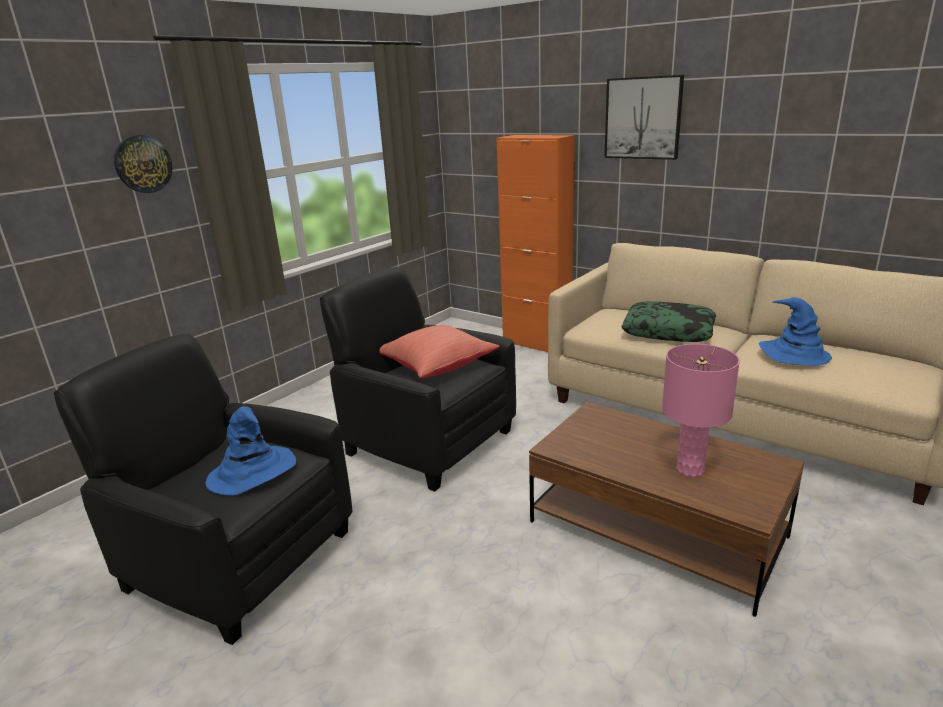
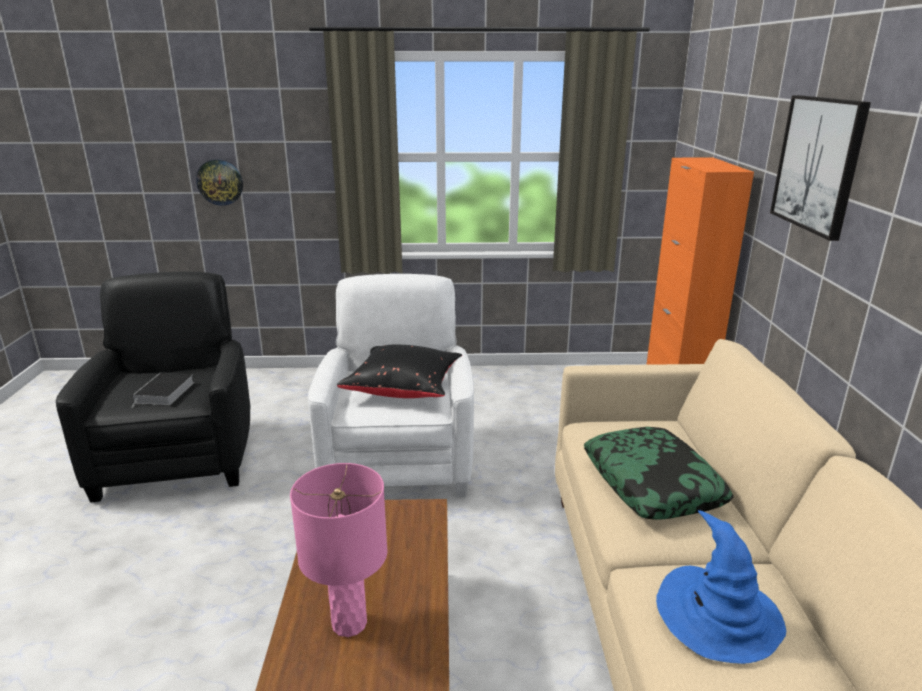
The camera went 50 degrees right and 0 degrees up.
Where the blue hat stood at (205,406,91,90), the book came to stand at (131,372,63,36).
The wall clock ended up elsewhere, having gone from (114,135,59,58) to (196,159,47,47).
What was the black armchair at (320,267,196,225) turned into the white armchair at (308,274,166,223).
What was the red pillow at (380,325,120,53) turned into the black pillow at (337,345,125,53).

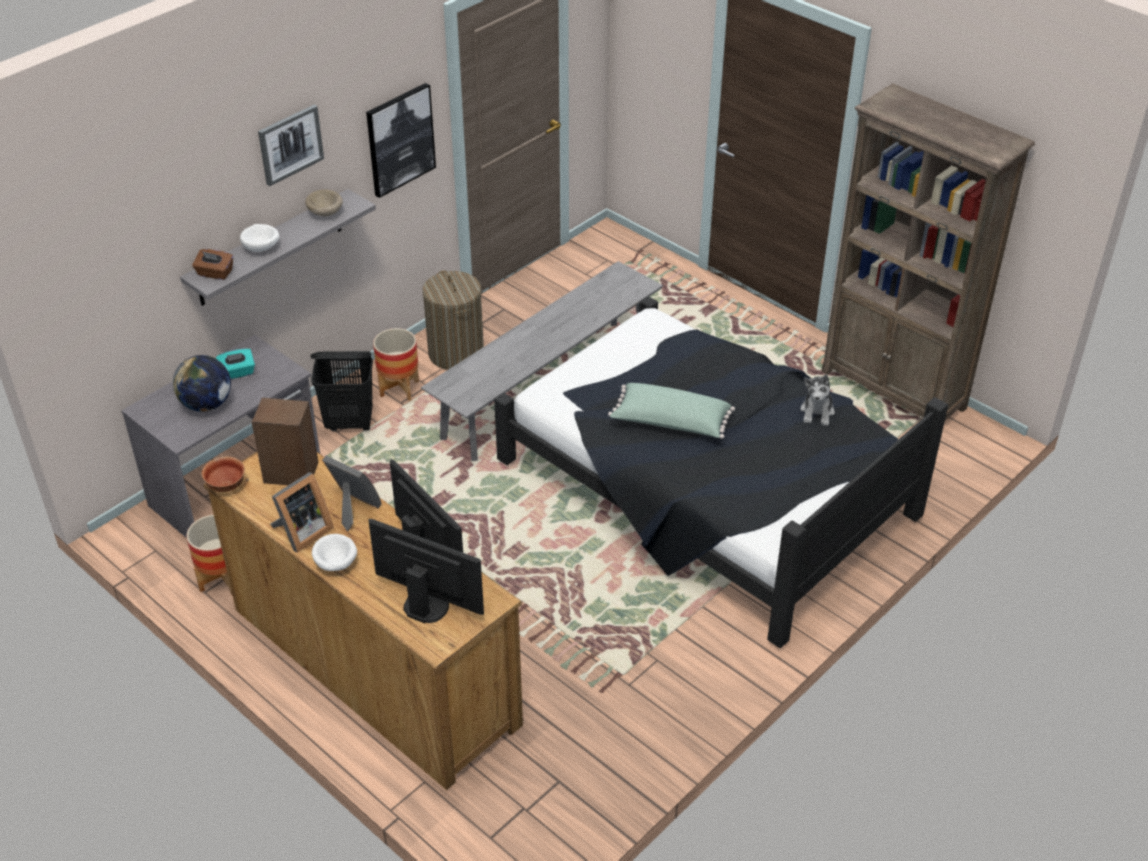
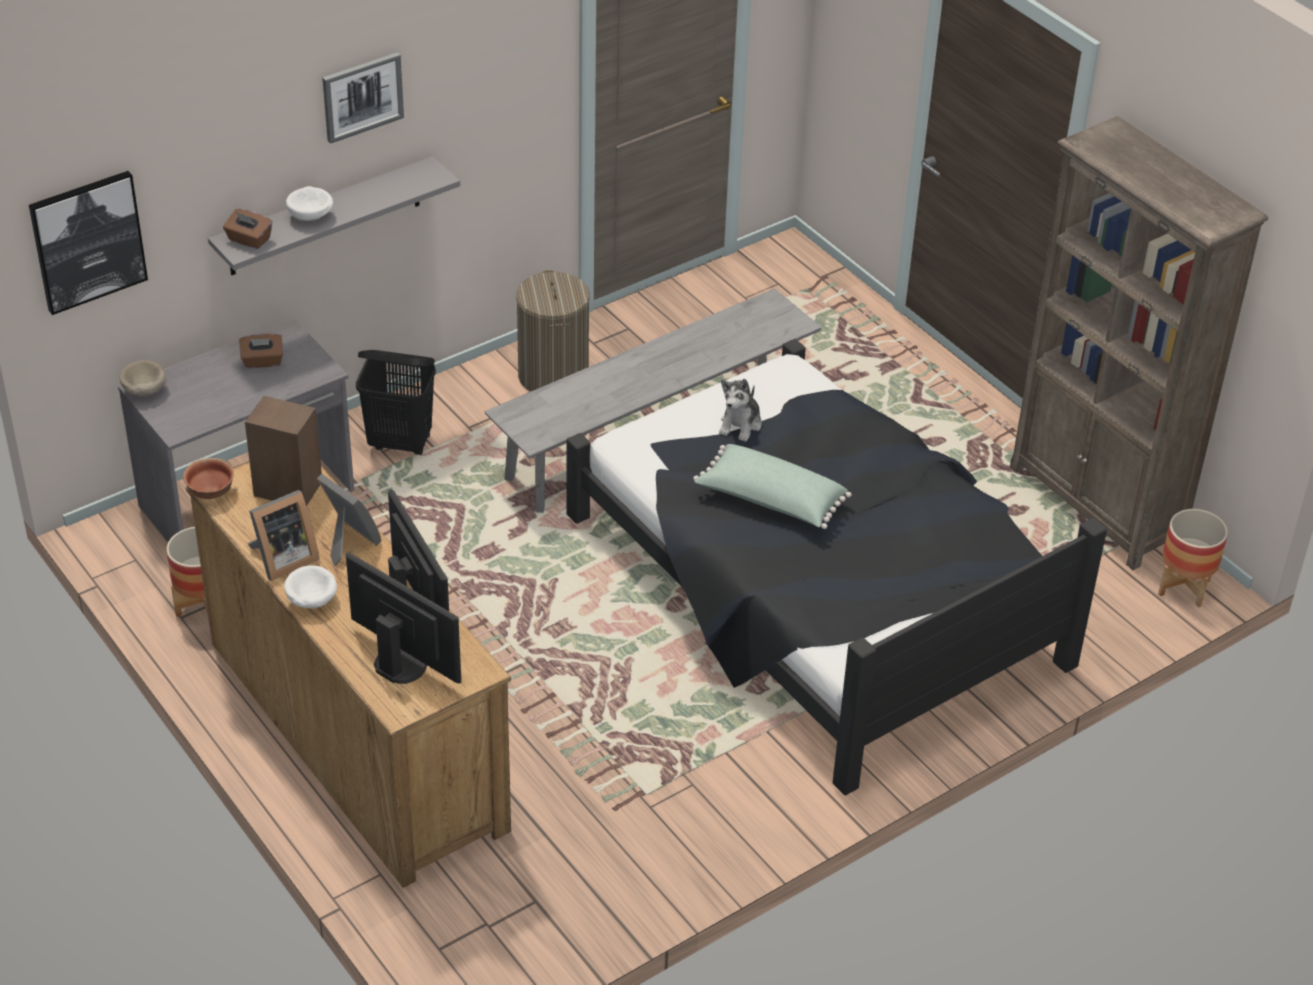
The camera went 10 degrees right and 0 degrees up.
The picture ended up elsewhere, having gone from (366,83,70,115) to (29,171,119,144).
The beige bowl ended up elsewhere, having gone from (305,189,38,28) to (119,360,47,36).
What was the turquoise tissue box at (216,349,39,30) turned into the brown tissue box at (239,334,44,34).
The plush toy ended up elsewhere, having gone from (800,375,35,51) to (719,379,43,63).
The planter ended up elsewhere, having gone from (373,328,46,73) to (1158,509,70,99).
The second view lost the globe at (173,355,58,57).

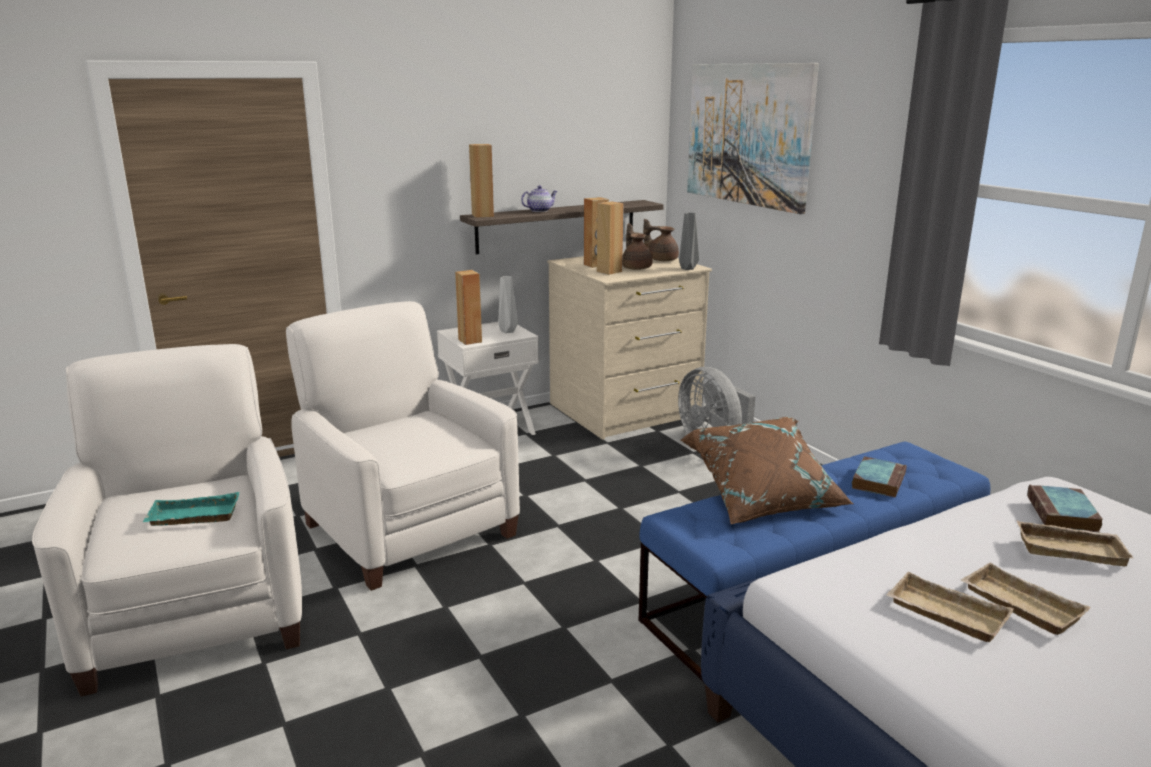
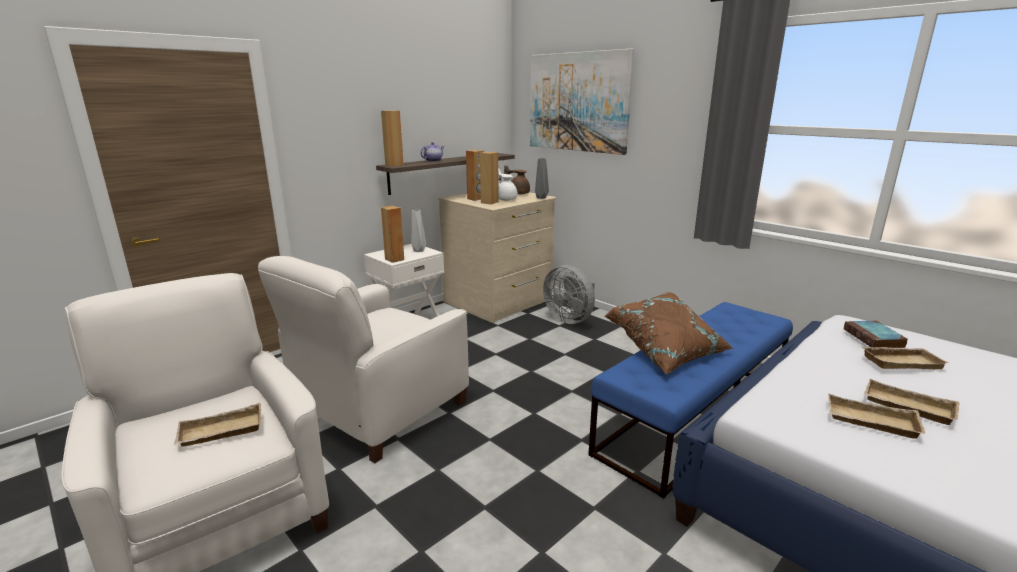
The camera went 15 degrees left and 0 degrees up.
What was the turquoise tray at (143,492,96,34) turned into the beige tray at (174,403,88,44).
The white armchair at (286,301,234,290) ended up facing another way, 90 degrees counterclockwise from before.
What was the brown teapot at (622,223,31,47) turned into the white teapot at (498,168,20,32).
The second view lost the book at (852,456,55,42).

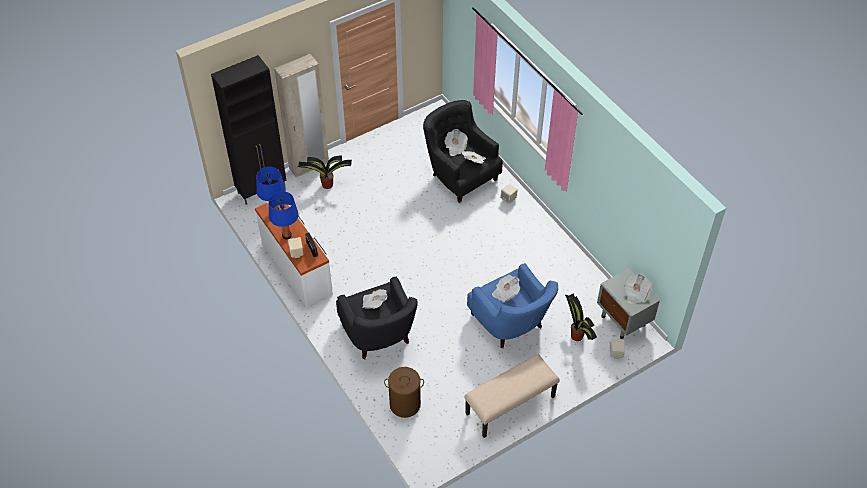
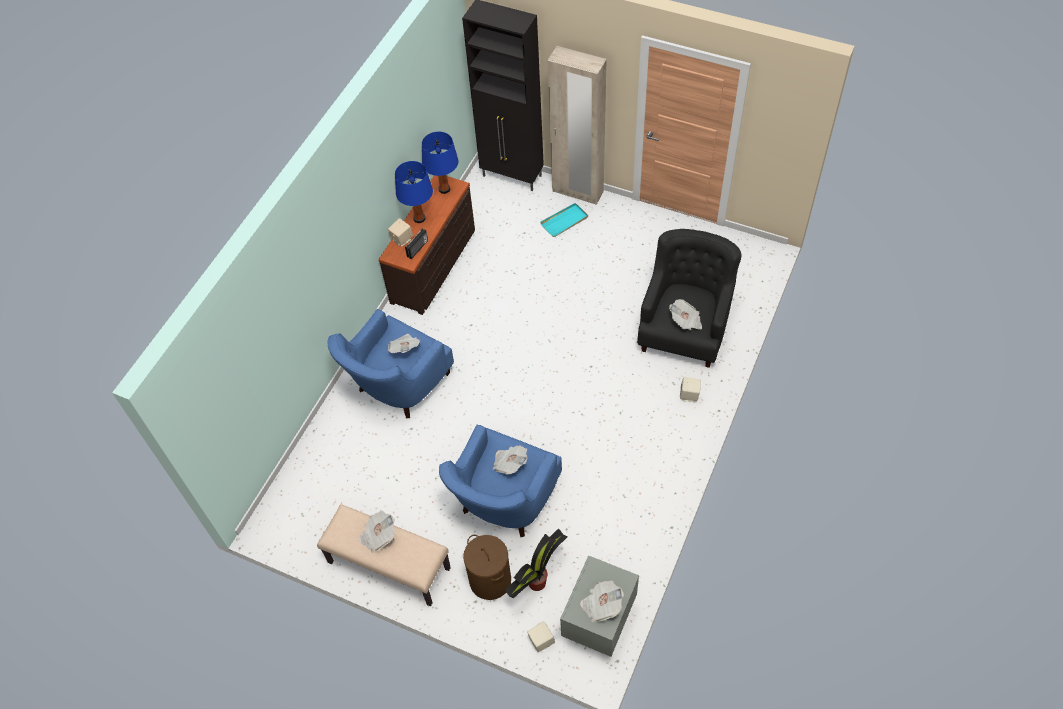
The camera went 60 degrees right and 5 degrees up.
What was the black armchair at (336,276,82,83) turned into the blue armchair at (327,309,127,110).
The newspaper ended up elsewhere, having gone from (444,129,24,27) to (358,511,37,42).
What was the white dresser at (255,202,78,106) turned into the brown dresser at (378,175,97,140).
The brown laundry basket ended up elsewhere, having gone from (384,367,40,51) to (463,535,48,65).
Where the potted plant stood at (298,155,54,34), the turquoise tray came to stand at (540,203,48,34).

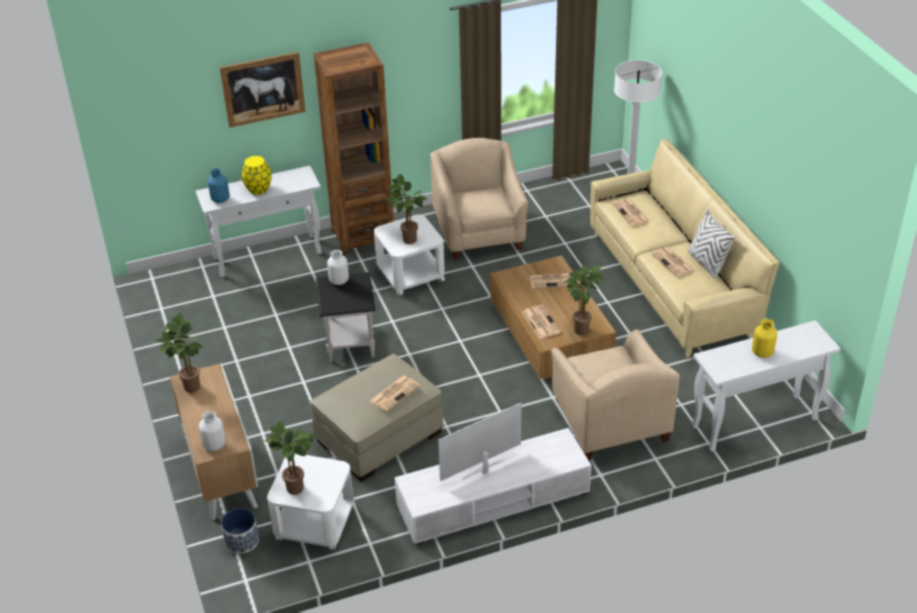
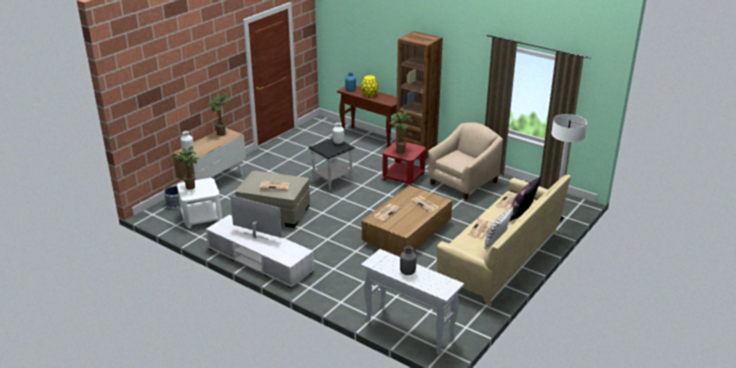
The camera went 55 degrees right and 10 degrees down.
What was the white console table at (196,166,126,111) turned into the brown console table at (337,85,60,63).
What was the white side table at (374,214,71,82) turned into the red side table at (382,141,44,45).
What was the yellow vase at (752,319,25,39) turned into the grey vase at (400,246,16,29).
The second view gained the pillow at (510,176,31,45).
The second view lost the picture at (220,52,86,76).
The second view lost the beige armchair at (551,329,129,132).
The second view lost the potted plant at (564,265,40,70).

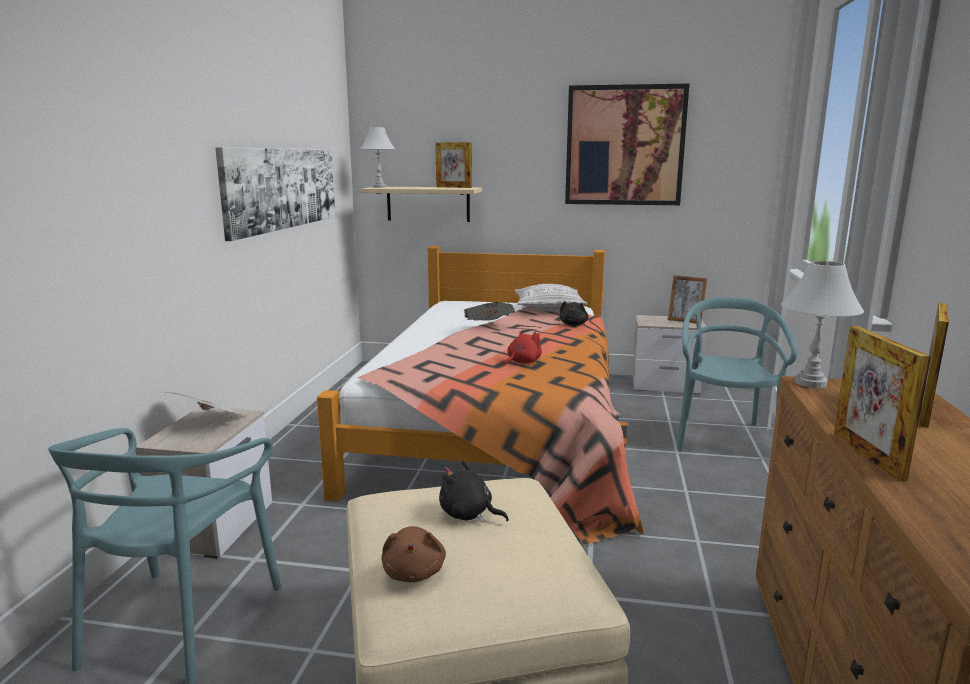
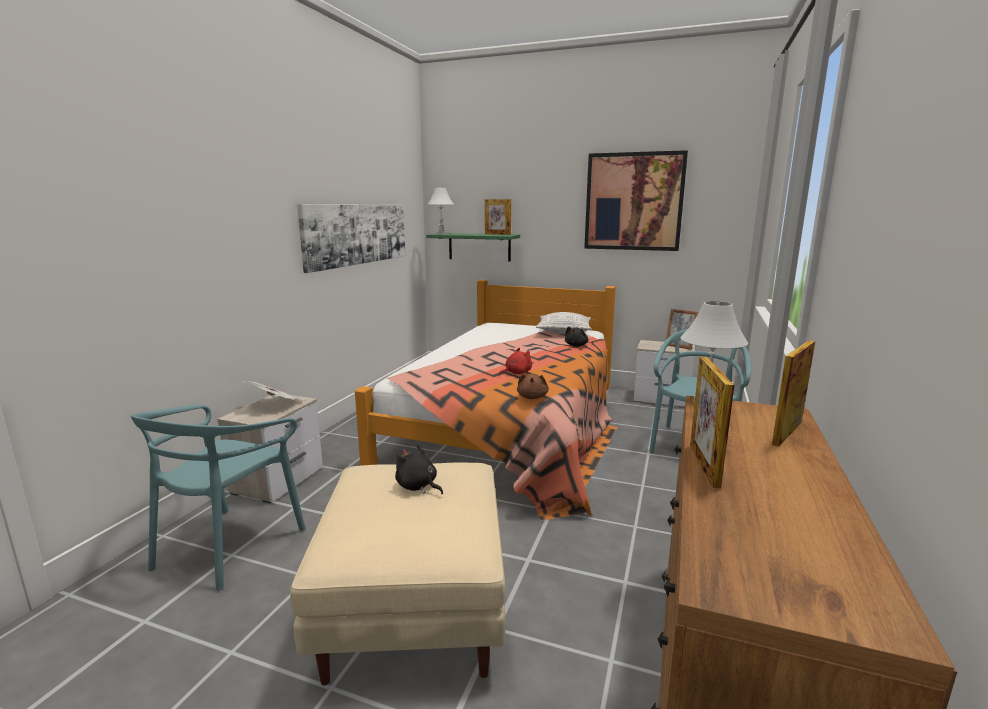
The camera went 10 degrees right and 0 degrees up.
What was the beige shelf at (361,187,121,35) turned into the green shelf at (426,233,94,28).
The brown plush toy ended up elsewhere, having gone from (381,526,65,56) to (517,373,32,26).
The second view lost the newspaper at (464,302,51,19).

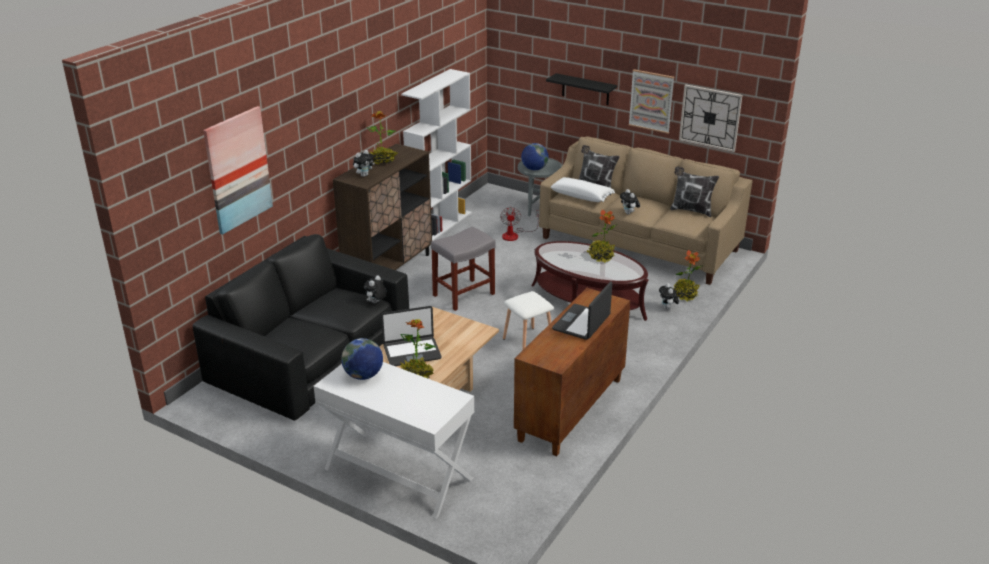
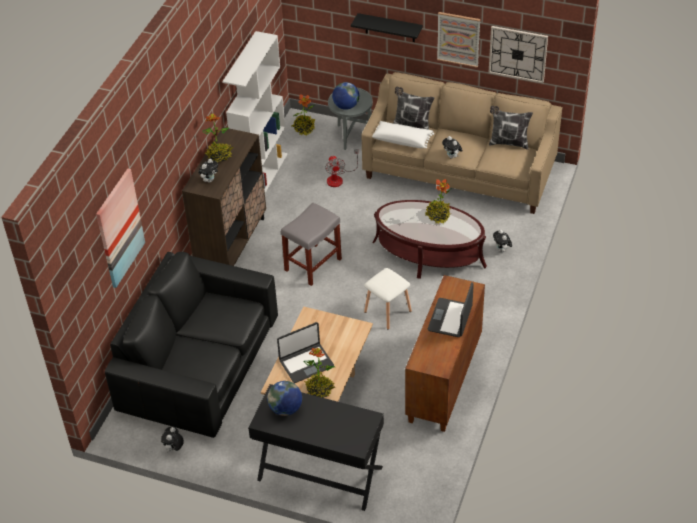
The camera went 10 degrees left and 15 degrees up.
The plush toy ended up elsewhere, having gone from (364,276,23,27) to (161,427,23,26).
What was the white console table at (314,362,160,157) turned into the black console table at (248,384,136,127).
The potted plant ended up elsewhere, having gone from (672,250,31,51) to (292,94,23,41).

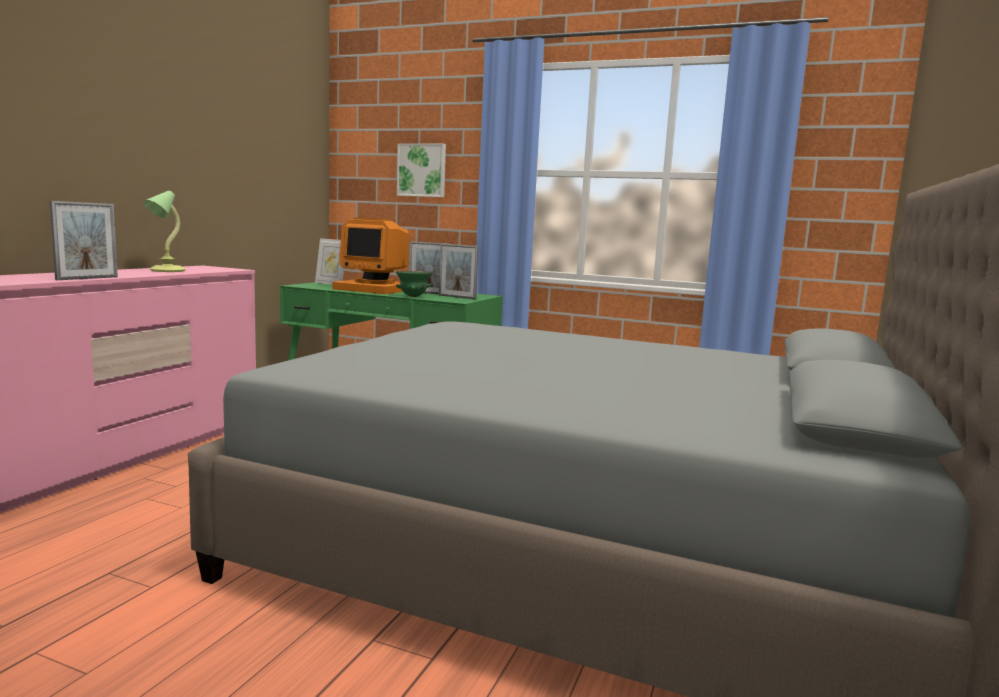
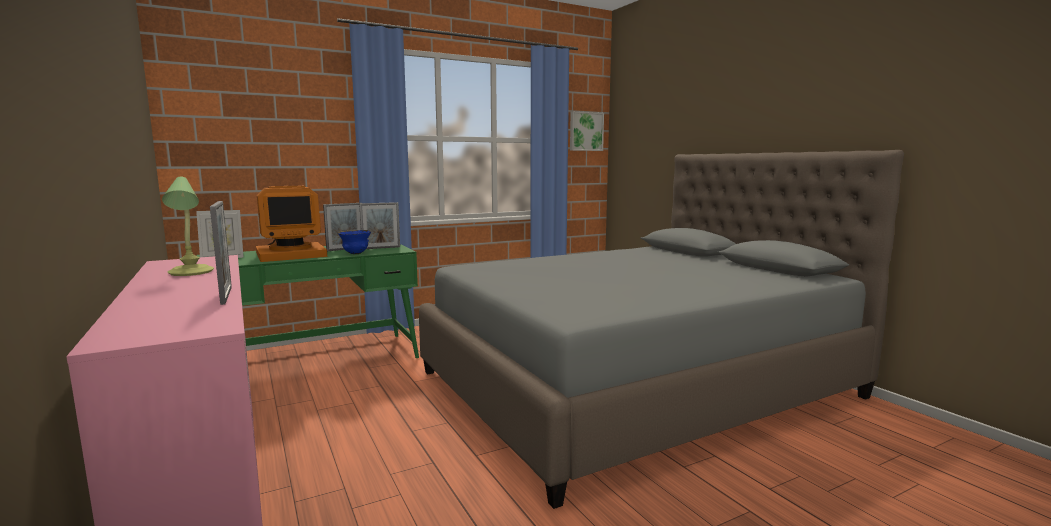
The camera went 50 degrees left and 0 degrees up.
What was the green bowl at (396,271,36,26) turned into the blue bowl at (338,230,33,24).
The picture ended up elsewhere, having gone from (397,143,49,54) to (570,111,34,40).

